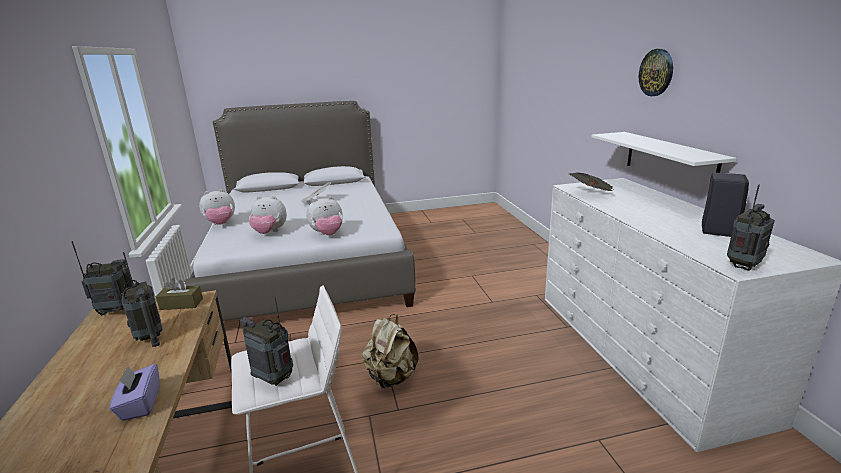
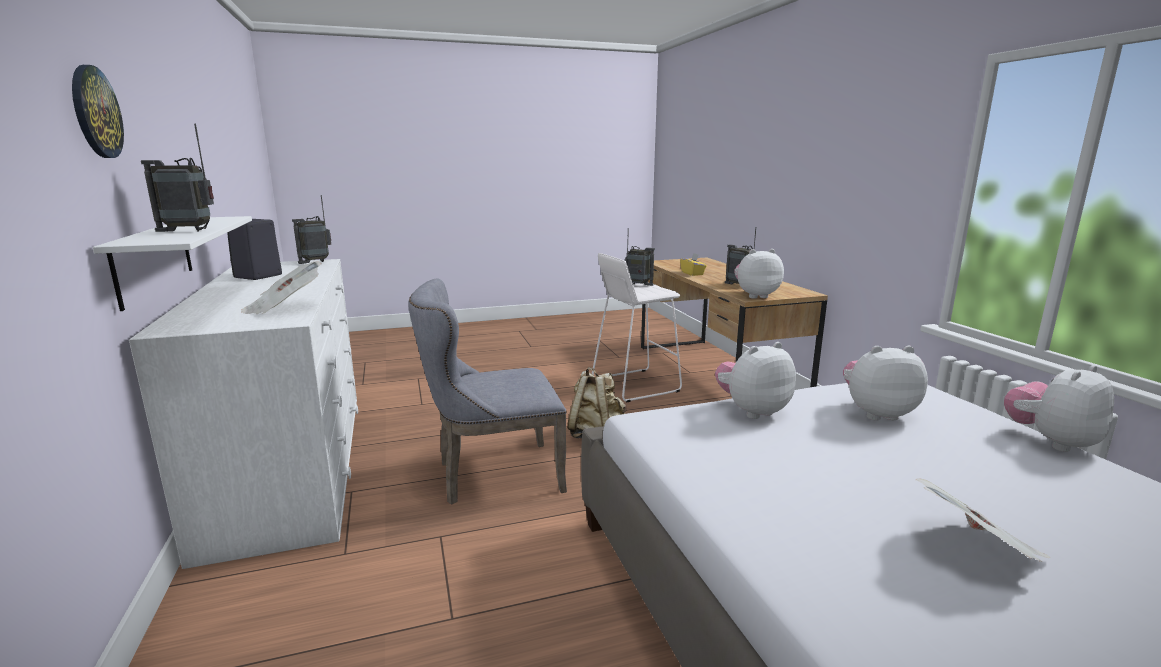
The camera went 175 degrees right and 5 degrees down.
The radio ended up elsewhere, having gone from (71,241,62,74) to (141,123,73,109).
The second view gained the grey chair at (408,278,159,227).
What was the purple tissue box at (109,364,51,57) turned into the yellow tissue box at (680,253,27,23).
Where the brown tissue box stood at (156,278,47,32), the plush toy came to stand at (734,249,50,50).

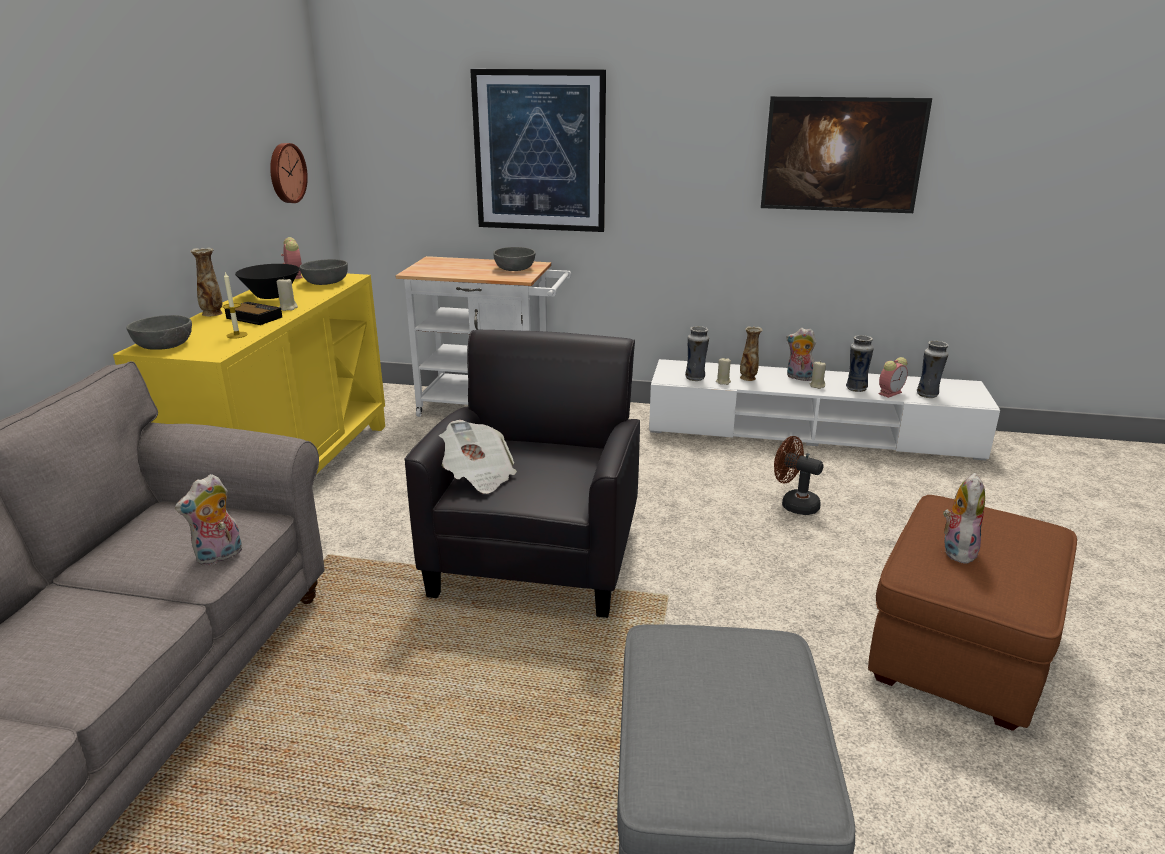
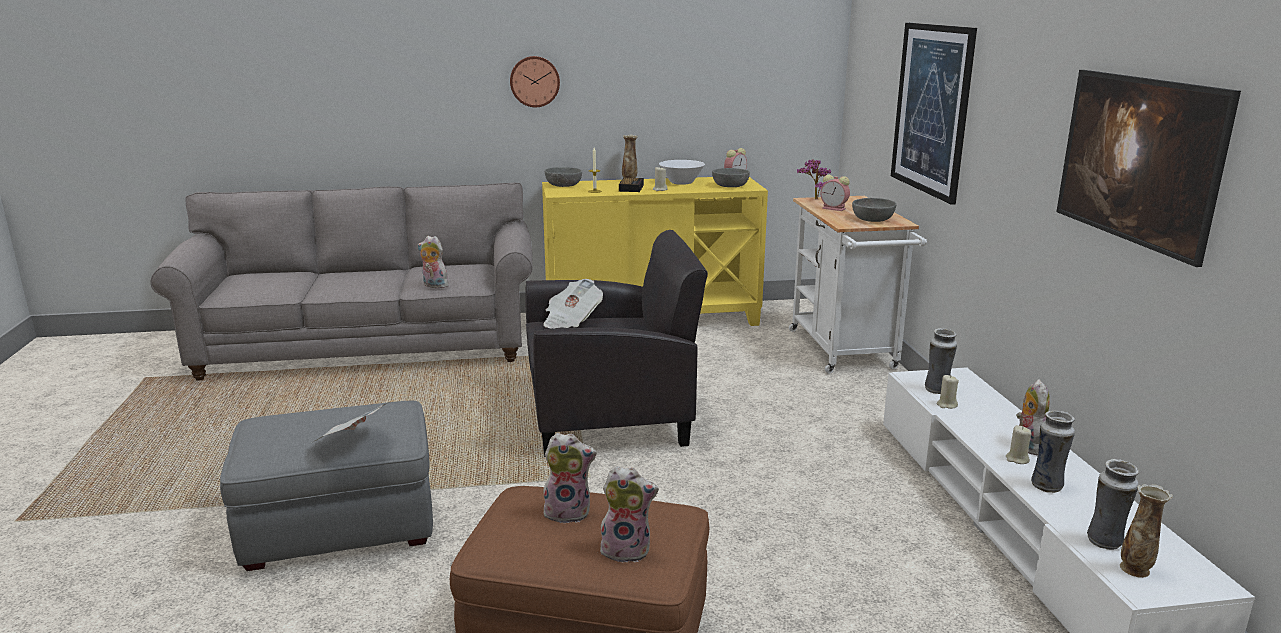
The camera went 70 degrees right and 5 degrees down.
The second view gained the newspaper at (313,402,76,40).
The wall clock ended up elsewhere, having gone from (270,143,38,60) to (510,56,50,51).
The second view gained the plush toy at (600,466,59,97).
What was the black bowl at (235,264,65,35) turned into the white bowl at (659,160,46,25).
The second view gained the potted plant at (797,159,34,41).
The alarm clock ended up elsewhere, having gone from (879,357,29,41) to (820,175,30,36).
The vase ended up elsewhere, having gone from (740,326,23,55) to (1120,484,53,94).
The second view lost the brown fan at (774,436,49,79).

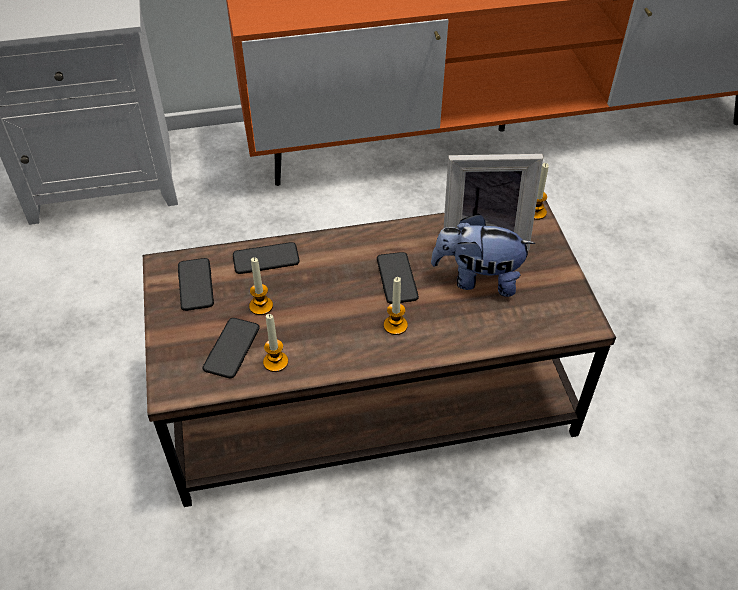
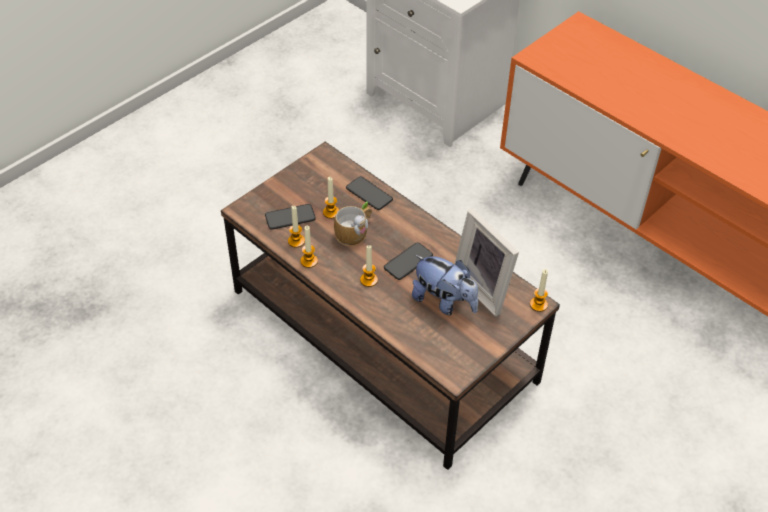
The camera went 55 degrees right and 0 degrees up.
The second view gained the candle at (300,226,18,42).
The second view gained the mug at (334,202,38,44).
The plush toy at (431,214,104,83) ended up facing another way, 150 degrees clockwise from before.
The second view lost the phone at (178,258,36,53).

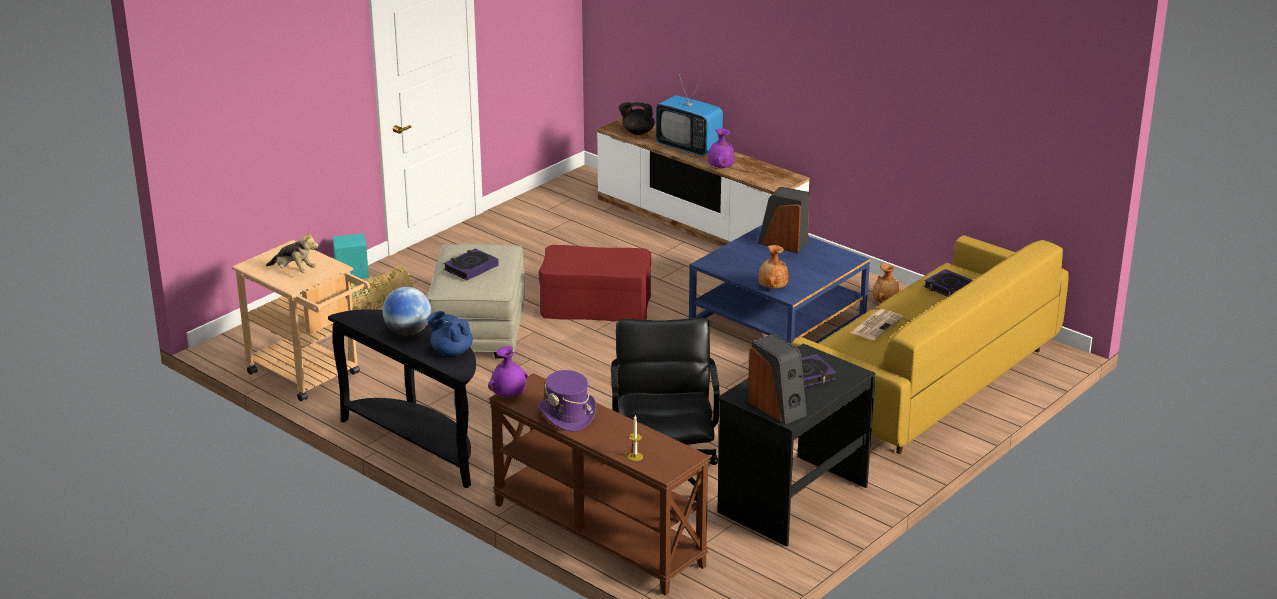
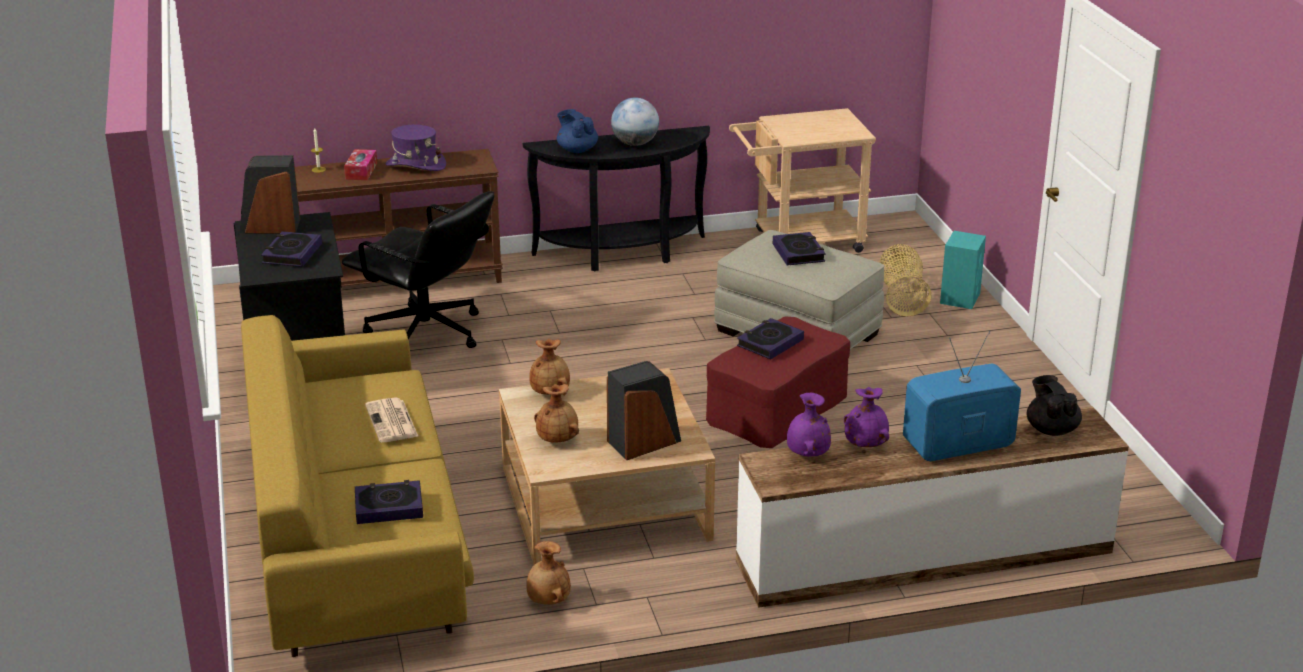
The camera went 125 degrees right and 0 degrees up.
The second view gained the tissue box at (344,149,33,31).
What was the blue coffee table at (689,225,181,119) turned into the beige coffee table at (499,368,216,197).
The second view gained the brown vase at (534,384,45,59).
The blue teapot at (427,311,46,45) ended up facing another way, 105 degrees counterclockwise from before.
The second view gained the book at (737,318,67,42).
The purple vase ended up elsewhere, having gone from (488,346,40,51) to (787,393,44,64).
The black teapot at (619,102,36,33) ended up facing another way, 60 degrees counterclockwise from before.
The second view lost the plush toy at (266,231,53,42).

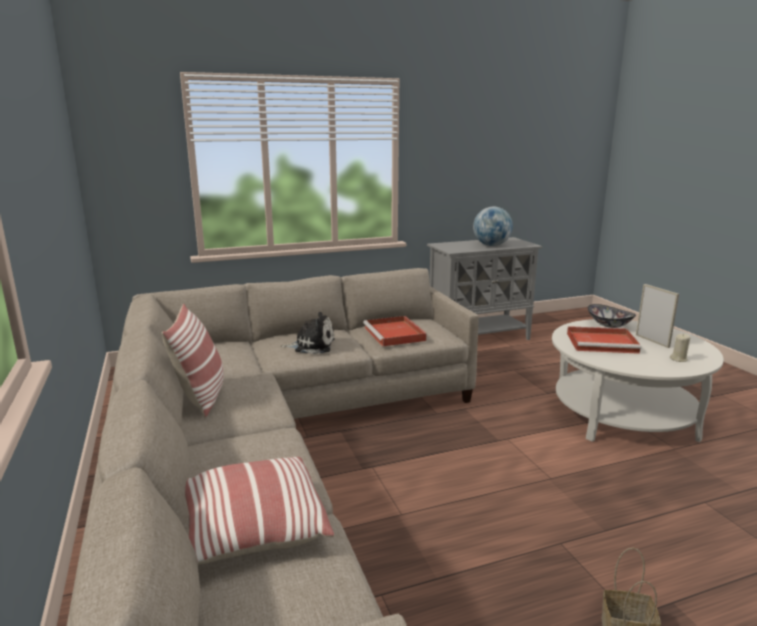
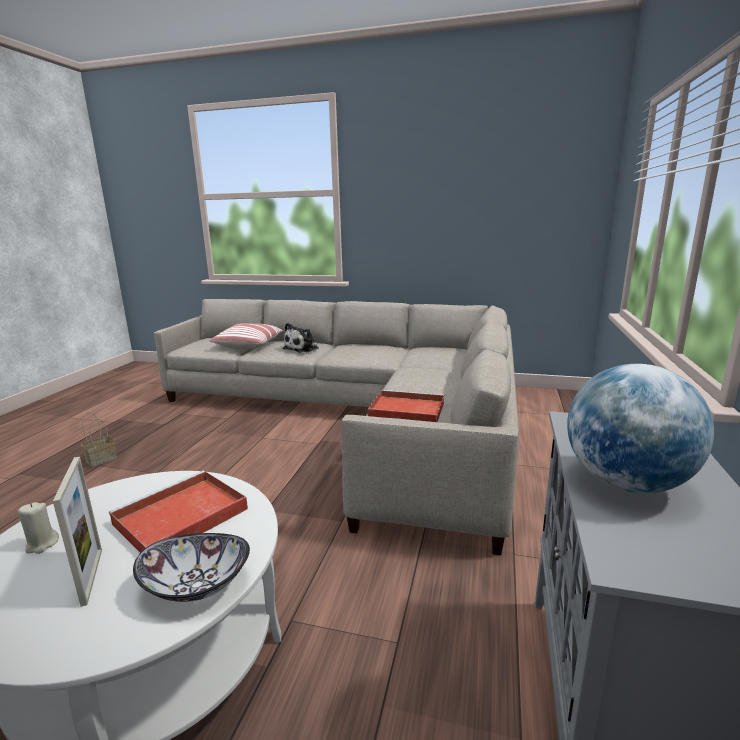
The camera went 125 degrees right and 0 degrees up.
The picture frame at (636,284,43,64) ended up facing another way, 120 degrees counterclockwise from before.
The plush toy ended up elsewhere, having gone from (280,312,55,42) to (283,323,36,29).
The second view lost the pillow at (162,304,62,114).

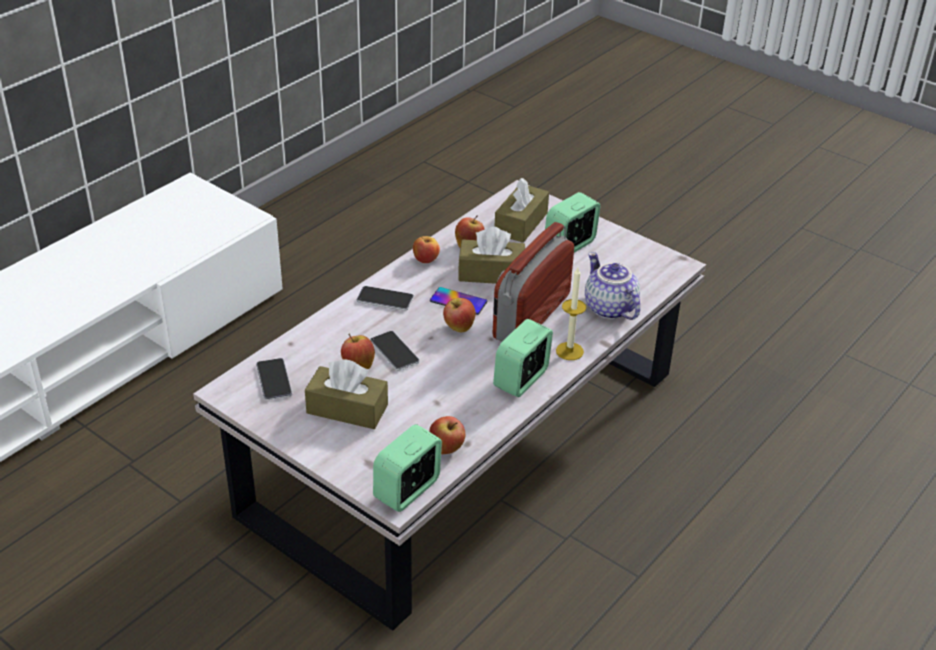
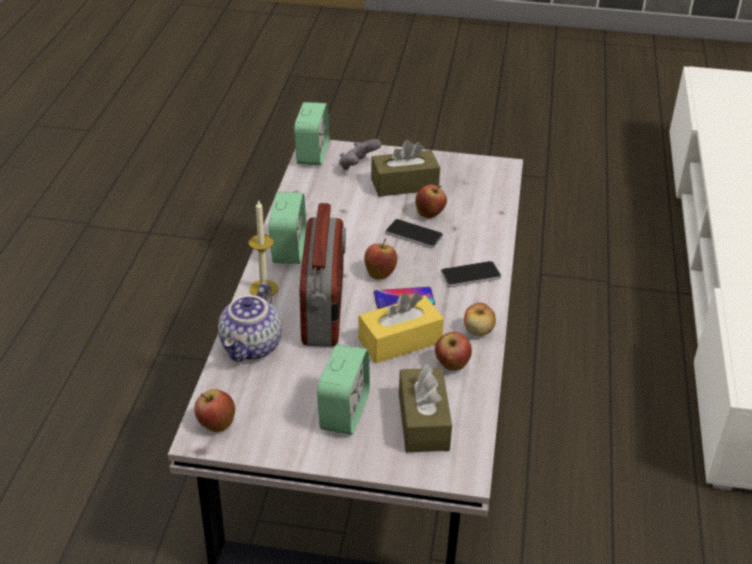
The camera went 150 degrees right and 0 degrees up.
The apple ended up elsewhere, having gone from (429,416,36,38) to (194,389,41,43).
The teapot at (585,252,55,68) ended up facing another way, 75 degrees clockwise from before.
The second view gained the grey game controller at (339,139,43,31).
What was the brown tissue box at (458,227,67,57) turned into the yellow tissue box at (358,293,86,70).
The second view lost the phone at (256,358,37,42).

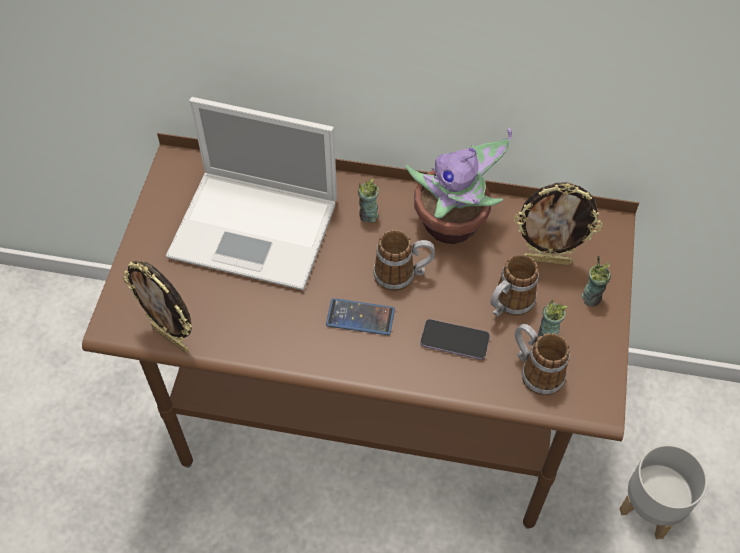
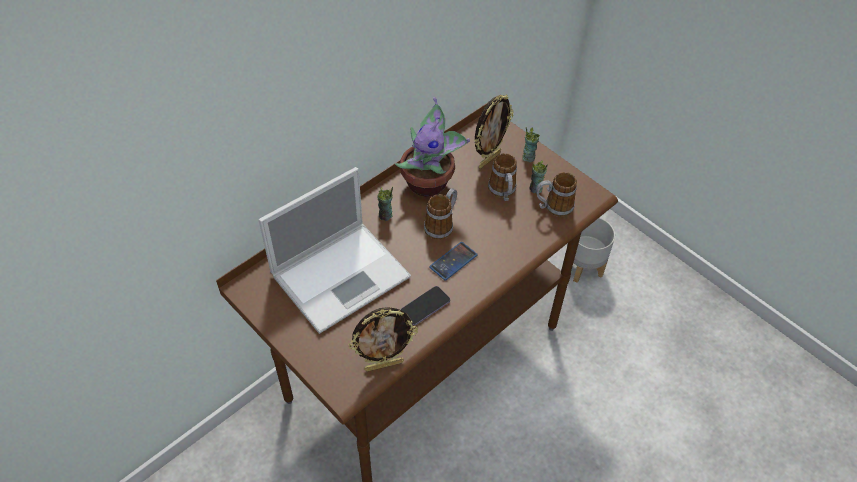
The camera went 55 degrees left and 5 degrees down.
The phone ended up elsewhere, having gone from (420,319,70,41) to (401,286,49,40).

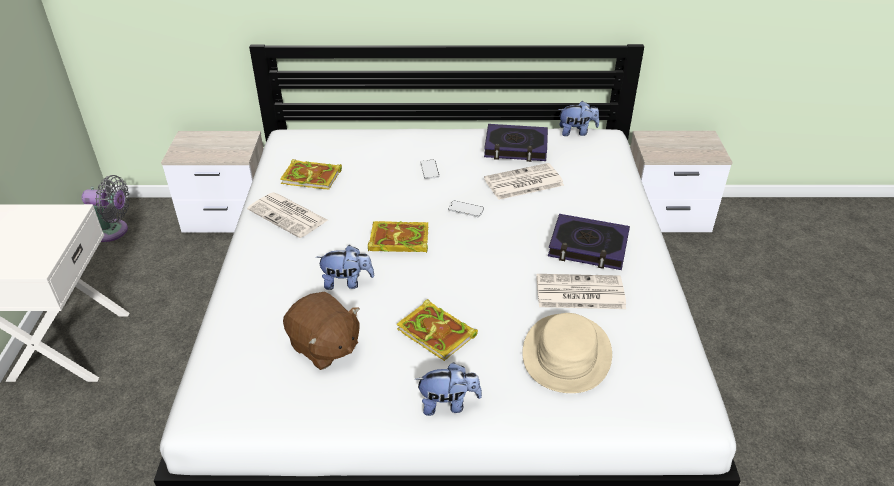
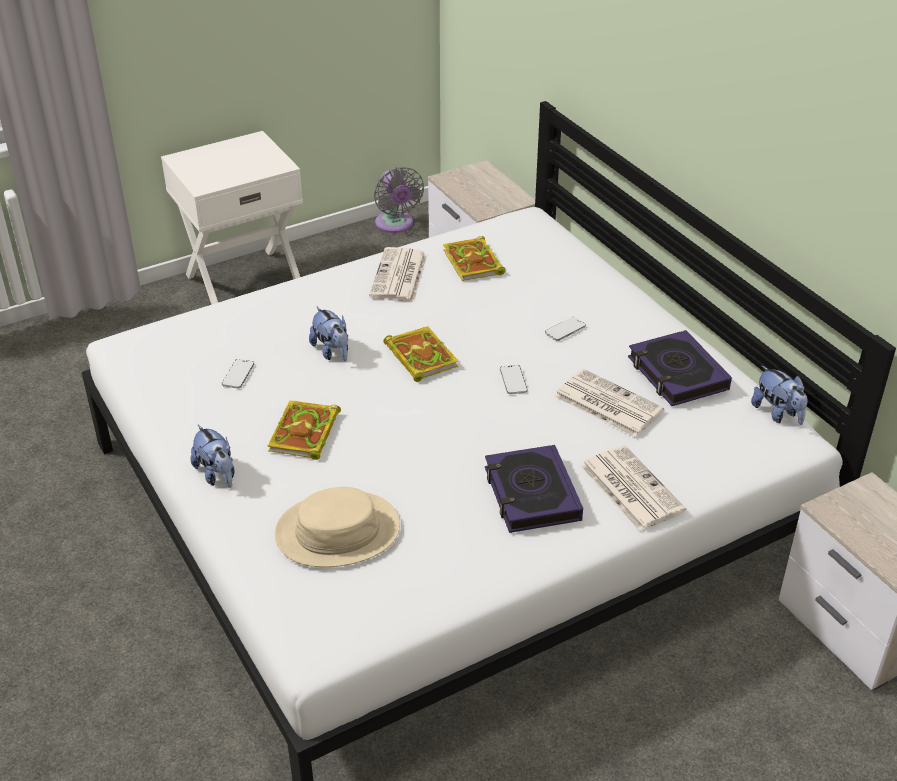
The camera went 60 degrees right and 0 degrees up.
Where the brown plush toy stood at (283,291,77,79), the phone came to stand at (222,359,32,29).
The newspaper ended up elsewhere, having gone from (537,274,89,35) to (580,445,106,86).

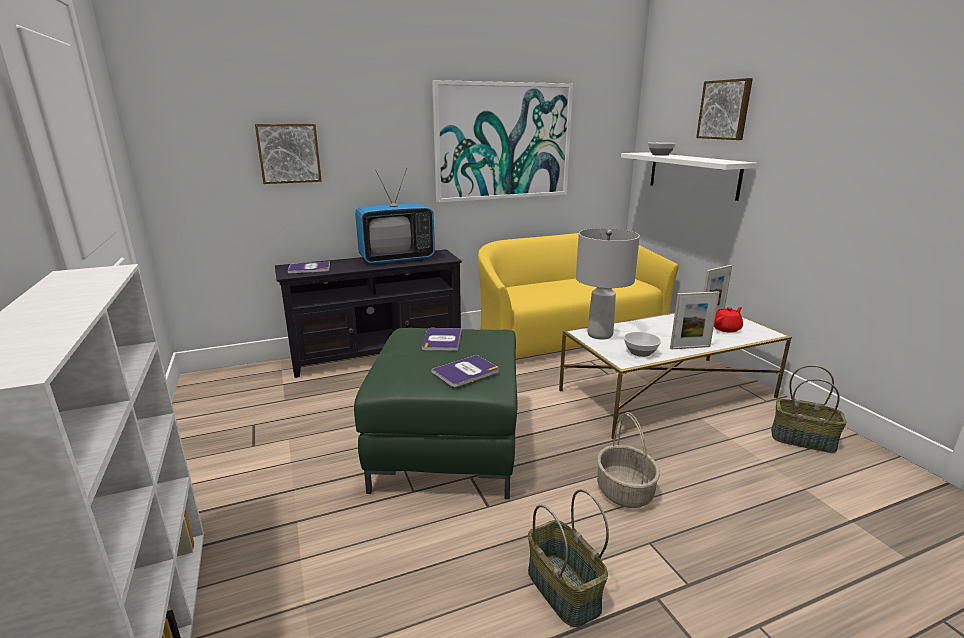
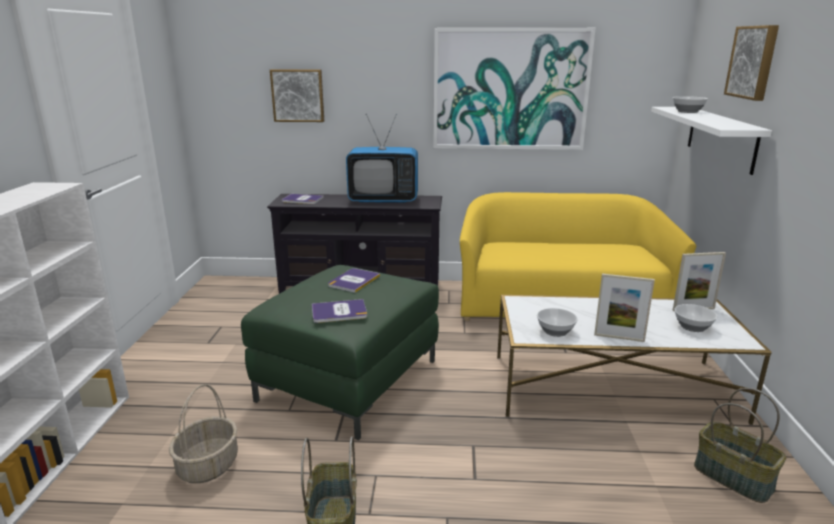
The camera went 25 degrees right and 0 degrees up.
The basket ended up elsewhere, having gone from (597,412,63,96) to (169,384,69,99).
Where the red teapot stood at (714,307,29,26), the bowl came to stand at (674,304,43,28).
The second view lost the grey table lamp at (576,228,64,112).

